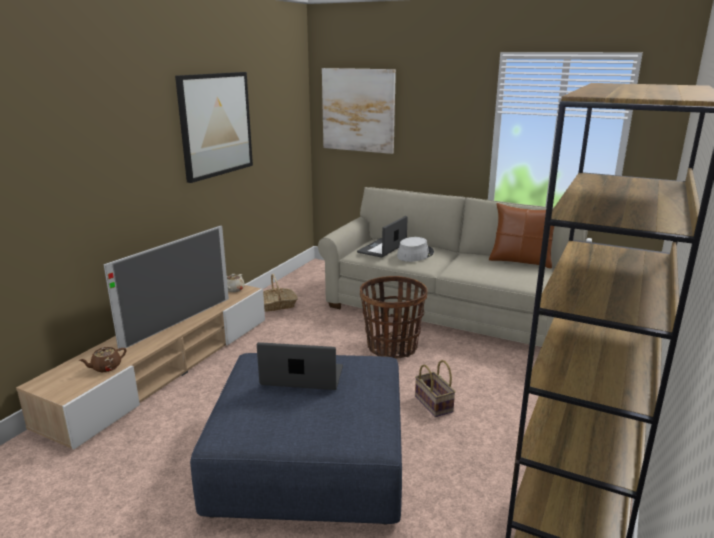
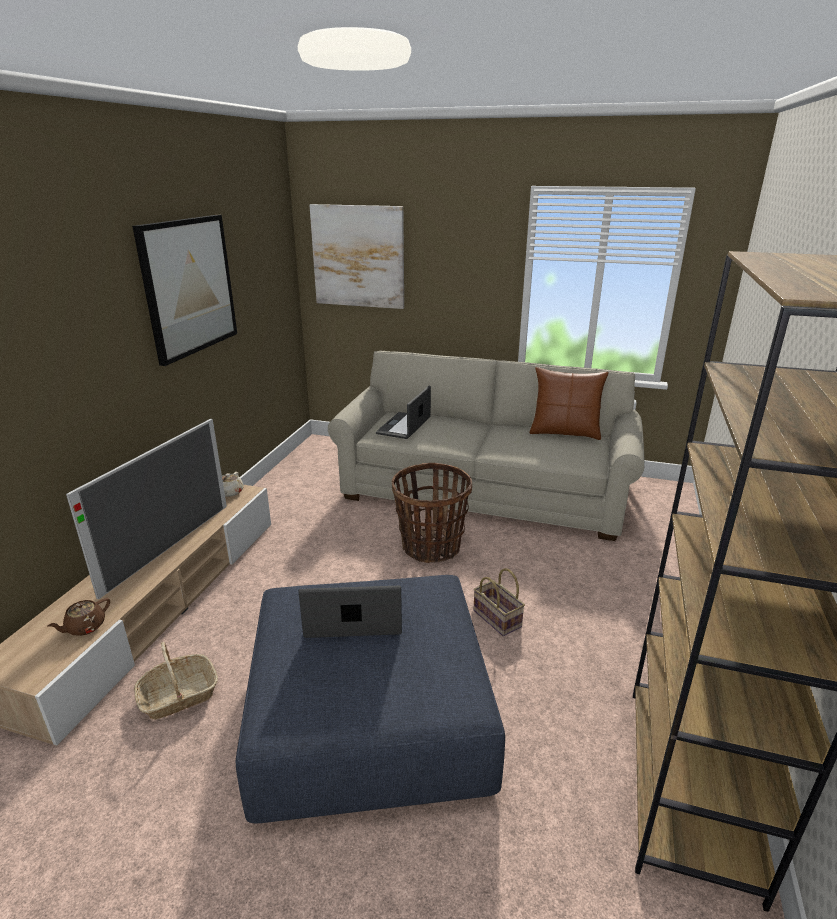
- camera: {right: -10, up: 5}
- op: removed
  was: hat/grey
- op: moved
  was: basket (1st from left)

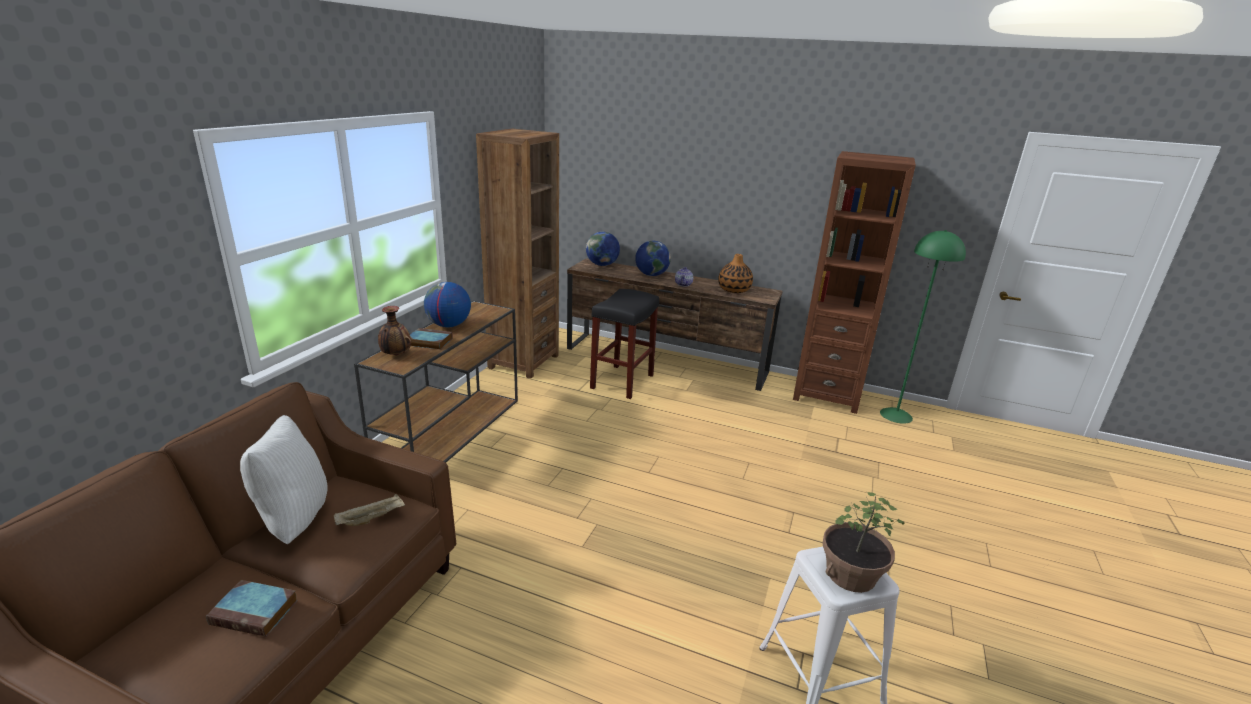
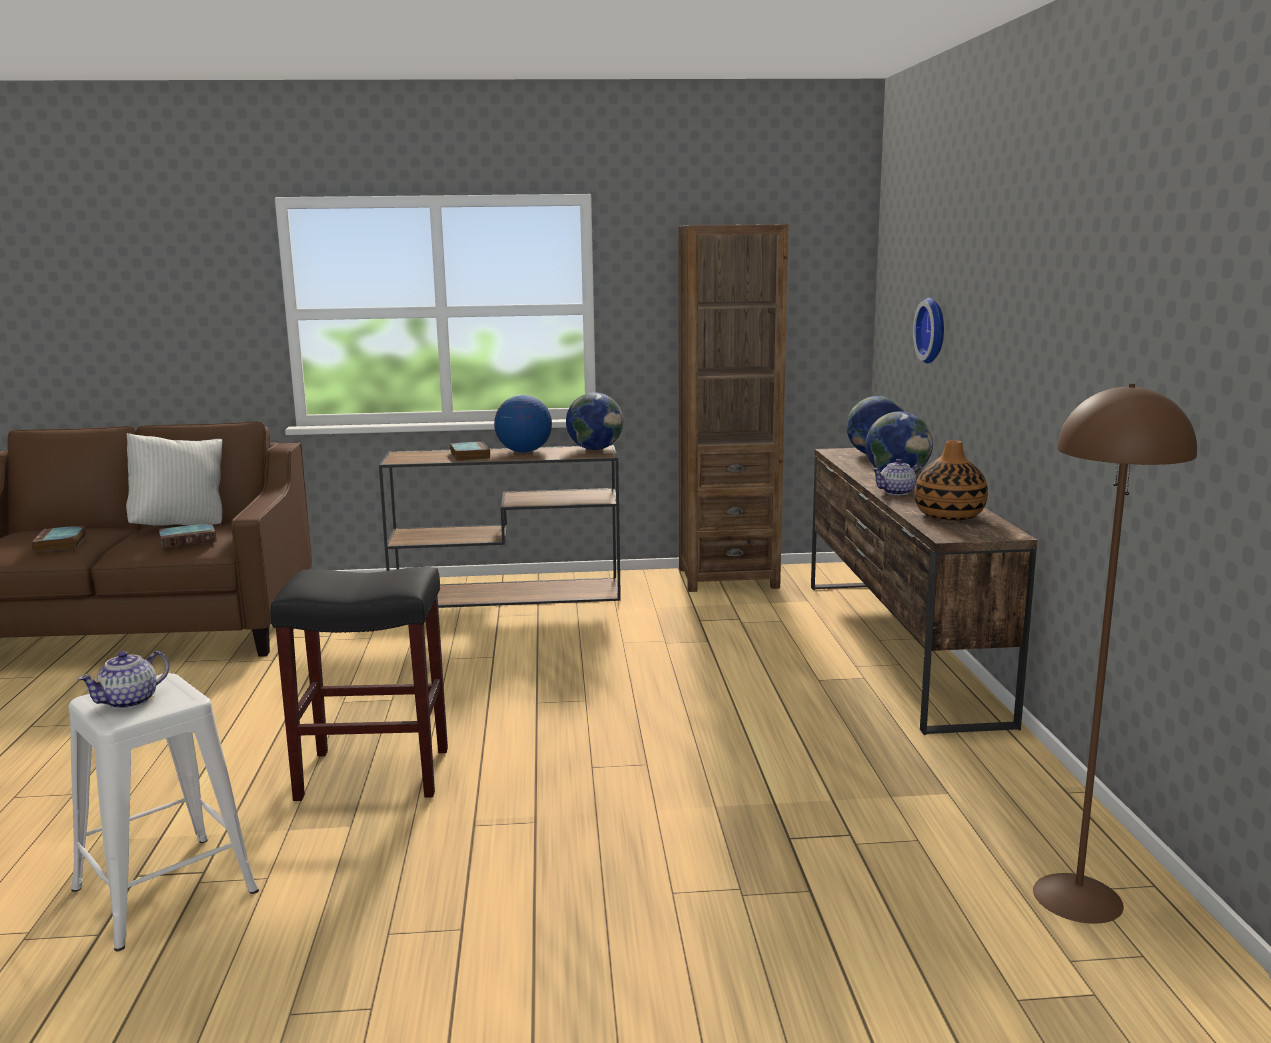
- camera: {right: 65, up: -10}
- op: removed
  was: bookcase/brown (2nd from left)
- op: recoloured
  was: floor lamp/green
  now: floor lamp/brown
- op: moved
  was: stool/black
- op: removed
  was: vase (1st from left)
- op: replaced
  was: potted plant
  now: teapot (1st from left)
- op: replaced
  was: tray/beige
  now: book (2nd from left)
- op: added
  now: wall clock
- op: added
  now: globe (2nd from left)

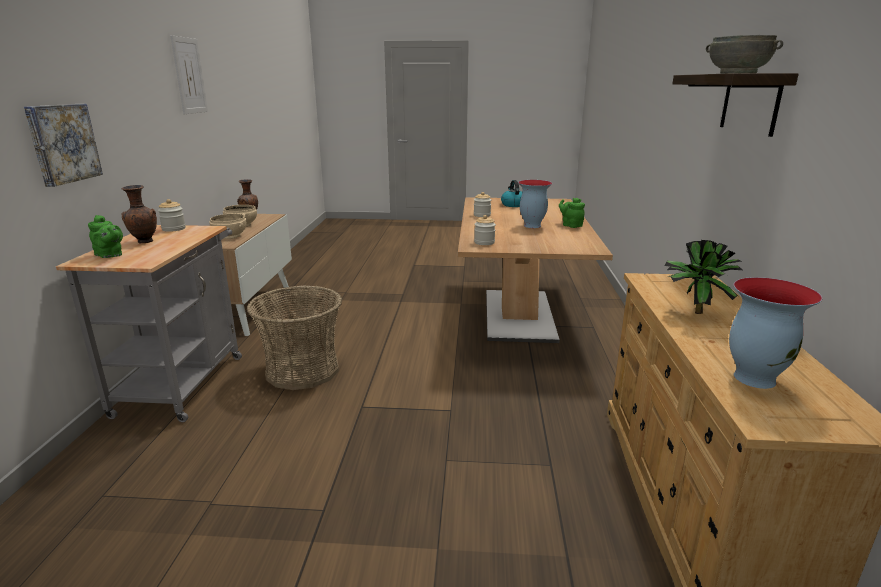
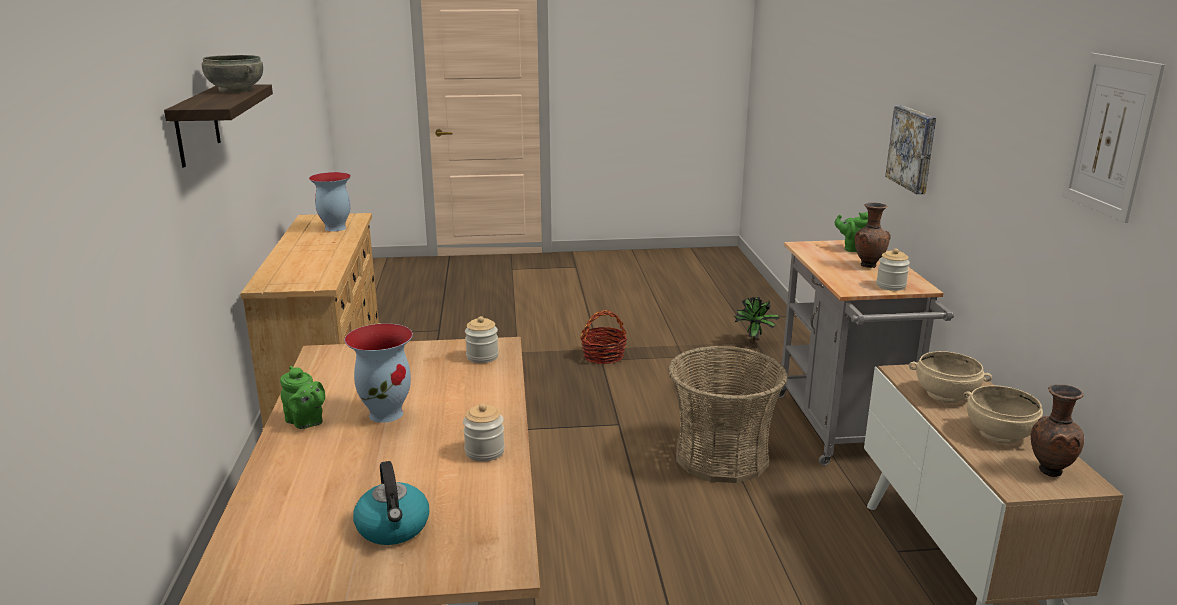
- camera: {right: 170, up: 0}
- op: moved
  was: potted plant
- op: added
  now: basket (1st from left)

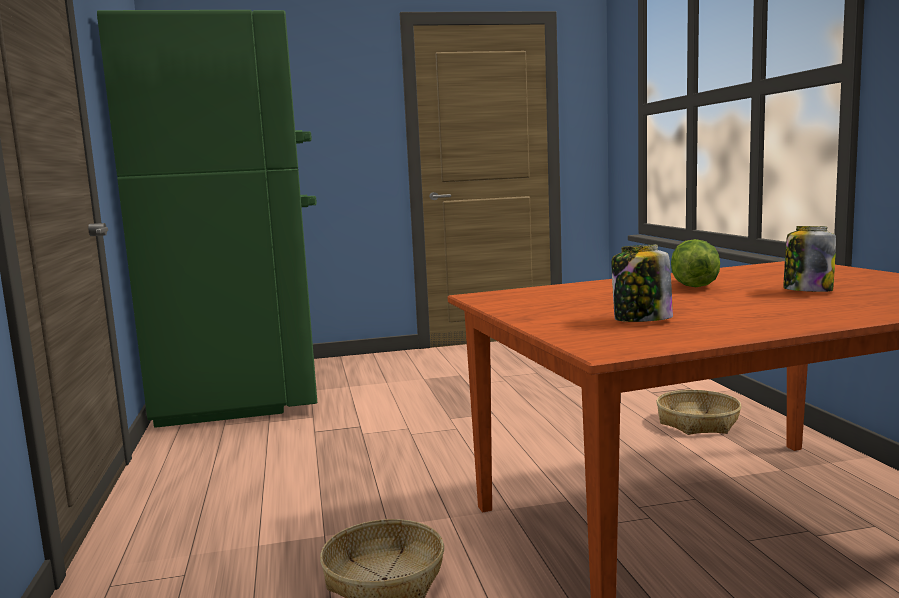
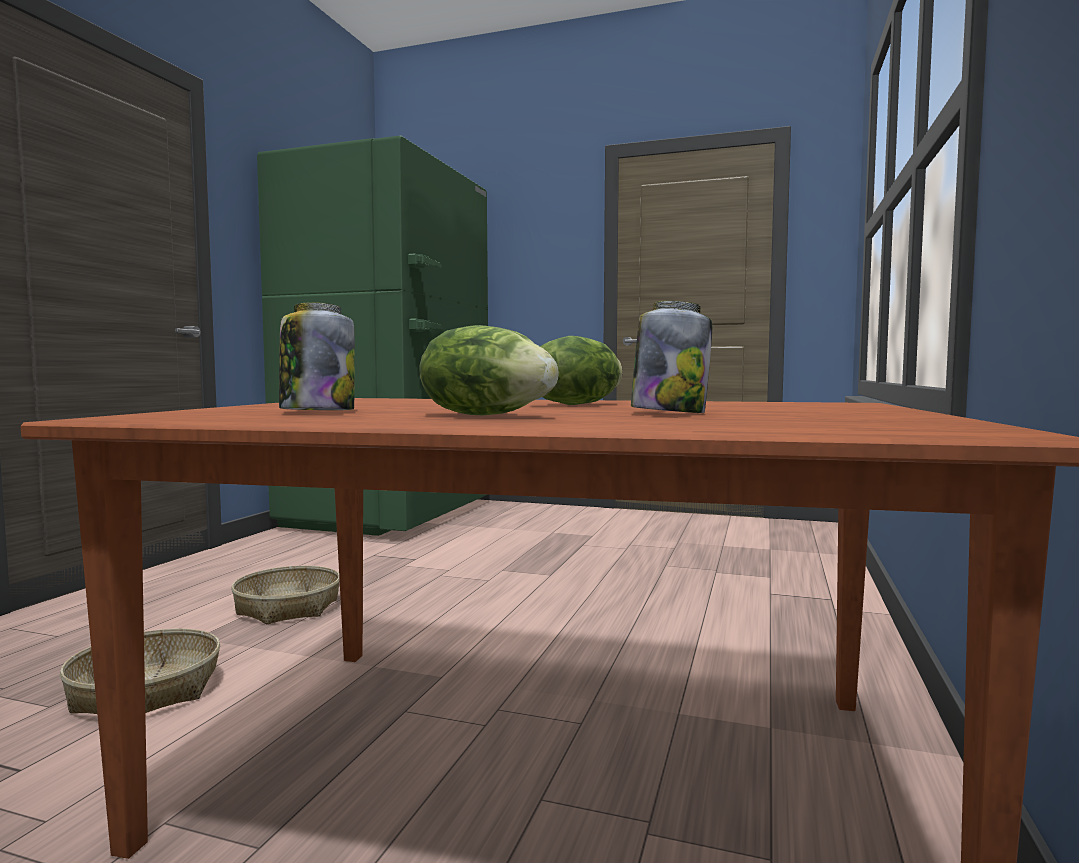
- camera: {right: 30, up: -5}
- op: moved
  was: basket (2nd from left)
- op: added
  now: lettuce (1st from left)

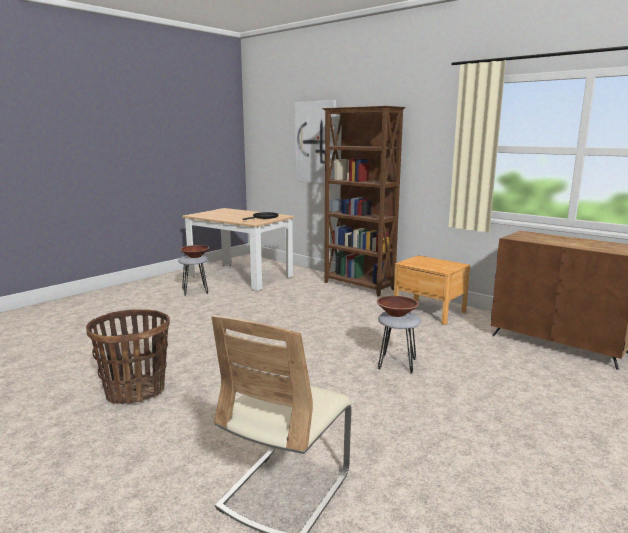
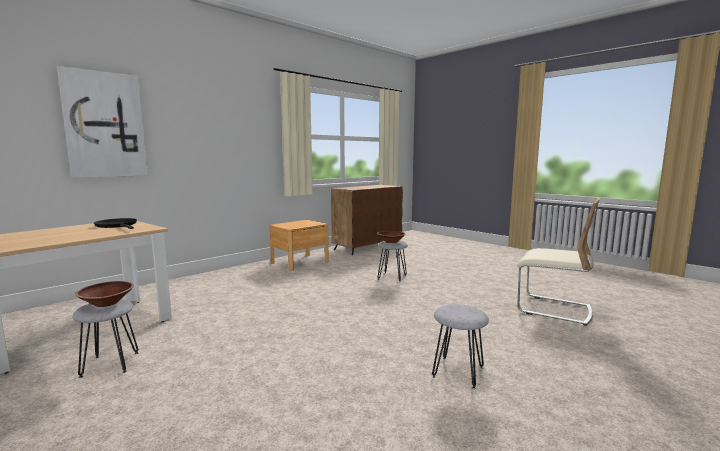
- camera: {right: -85, up: -5}
- op: removed
  was: bookcase/brown
- op: replaced
  was: basket
  now: stool/grey (3rd from left)

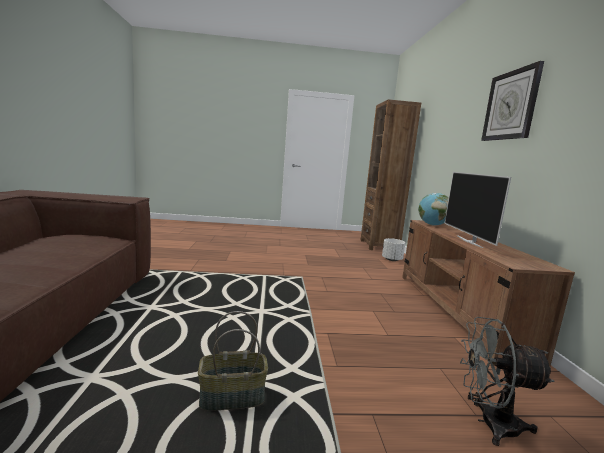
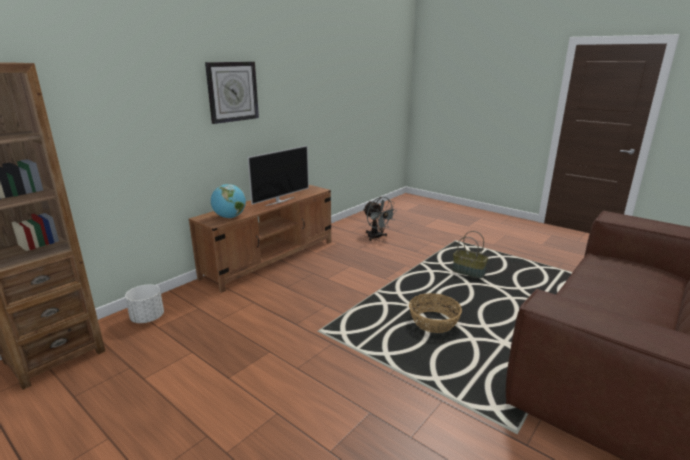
- camera: {right: -135, up: 10}
- op: added
  now: basket (1st from left)

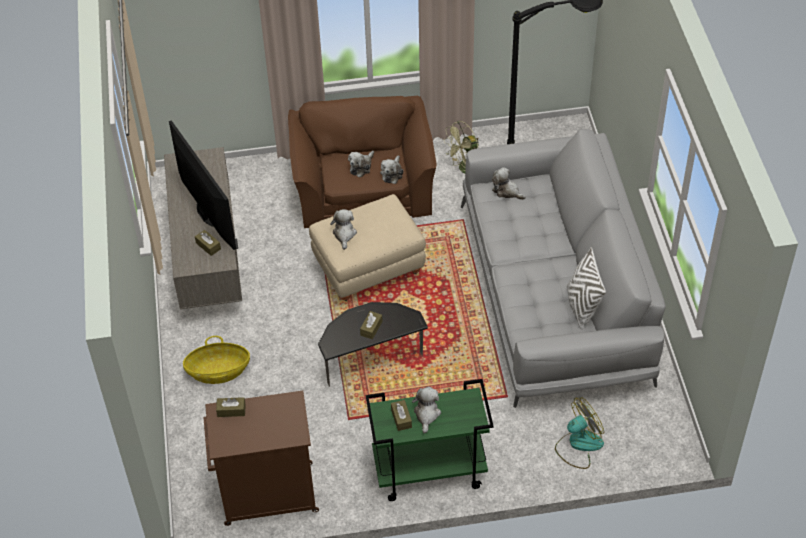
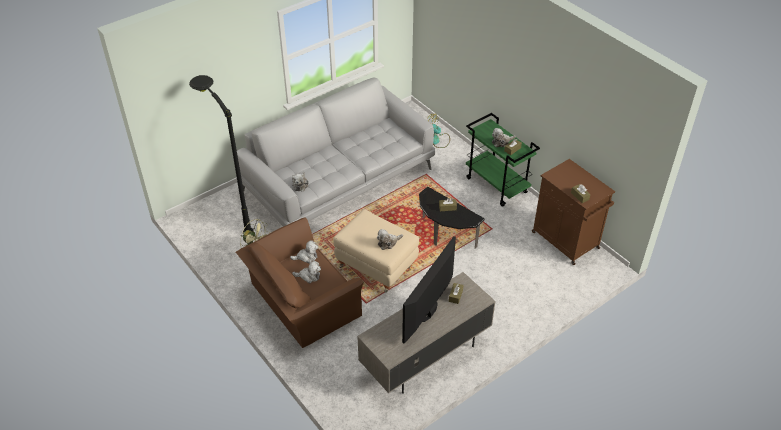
- camera: {right: -120, up: -5}
- op: removed
  was: pillow/white
- op: removed
  was: basket

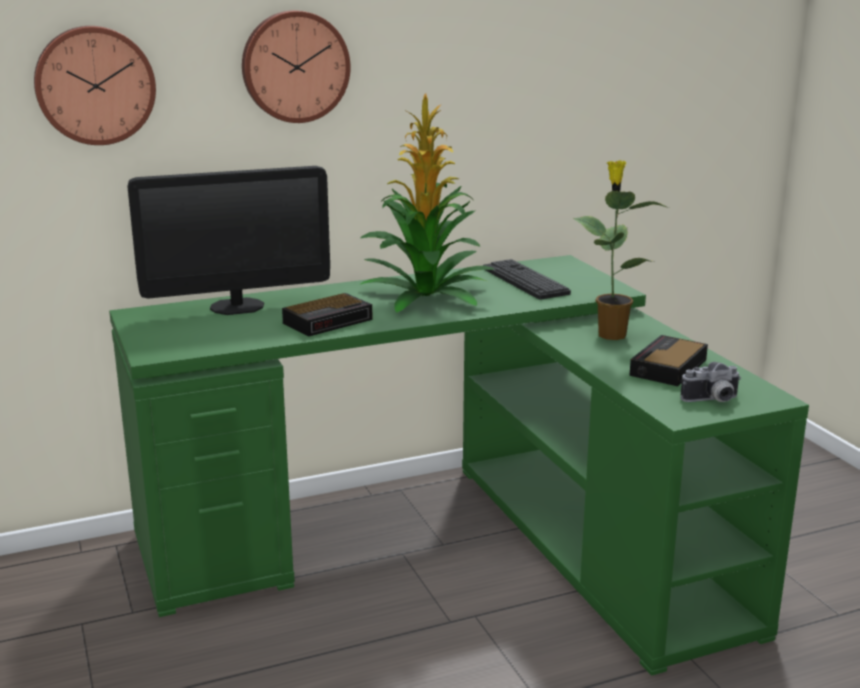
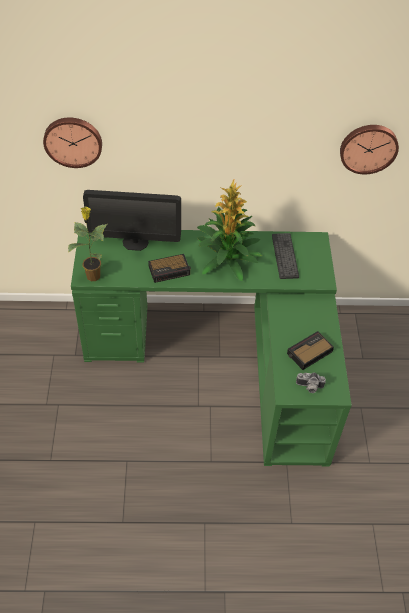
- camera: {right: 20, up: 30}
- op: moved
  was: wall clock (2nd from left)
- op: moved
  was: potted plant (2nd from left in the first image)
  now: potted plant (1st from left)

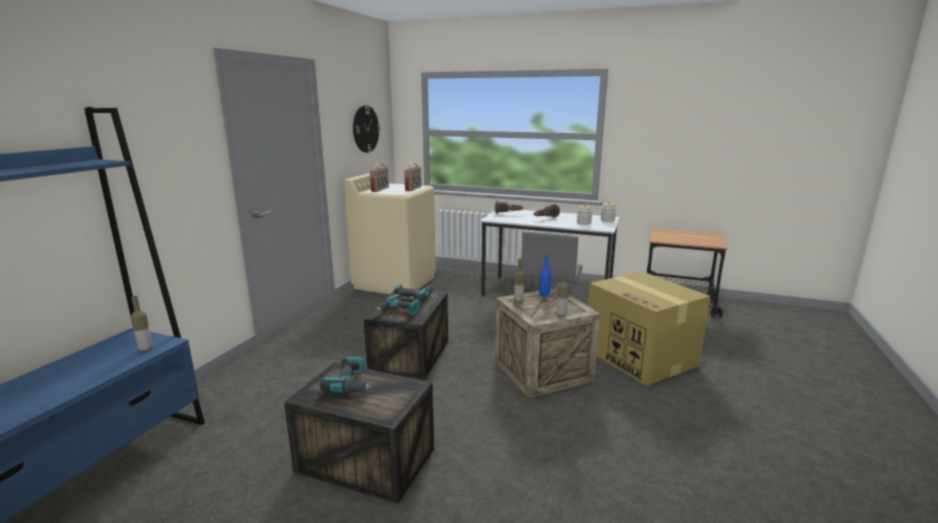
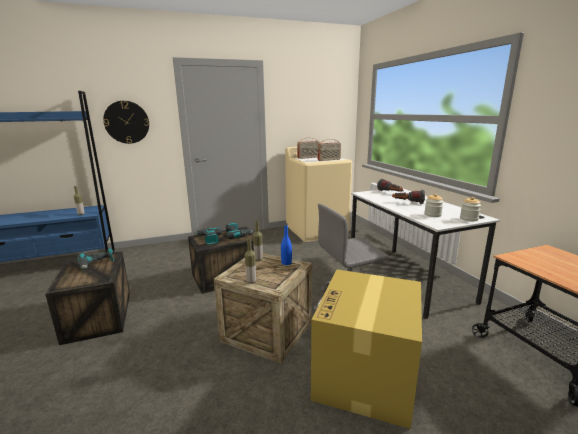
- camera: {right: 50, up: 0}
- op: moved
  was: wall clock

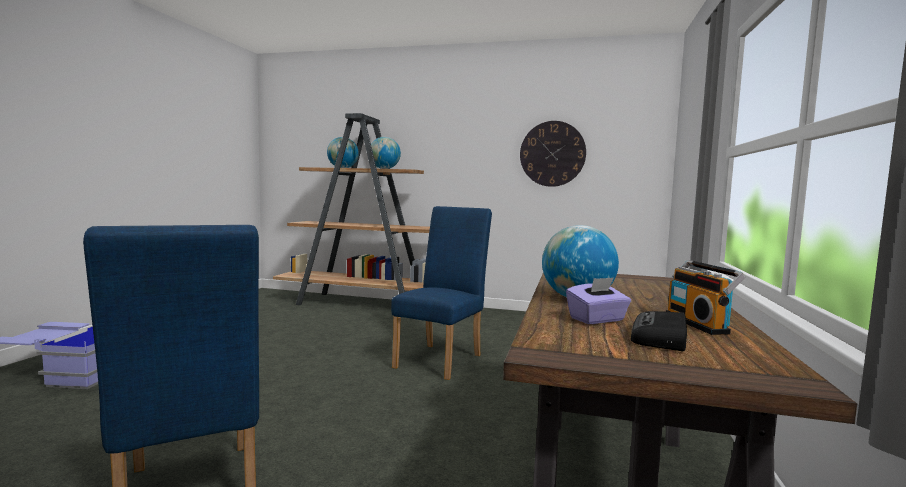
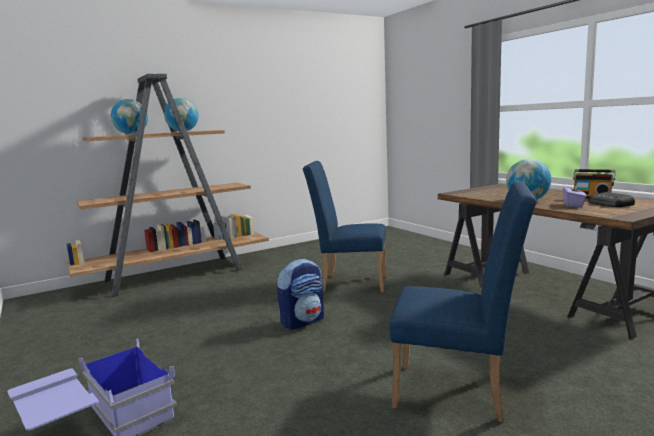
- camera: {right: -45, up: 5}
- op: removed
  was: wall clock
- op: turned
  was: chair/blue (2nd from left in the first image)
  clockwise: -60
- op: added
  now: backpack

